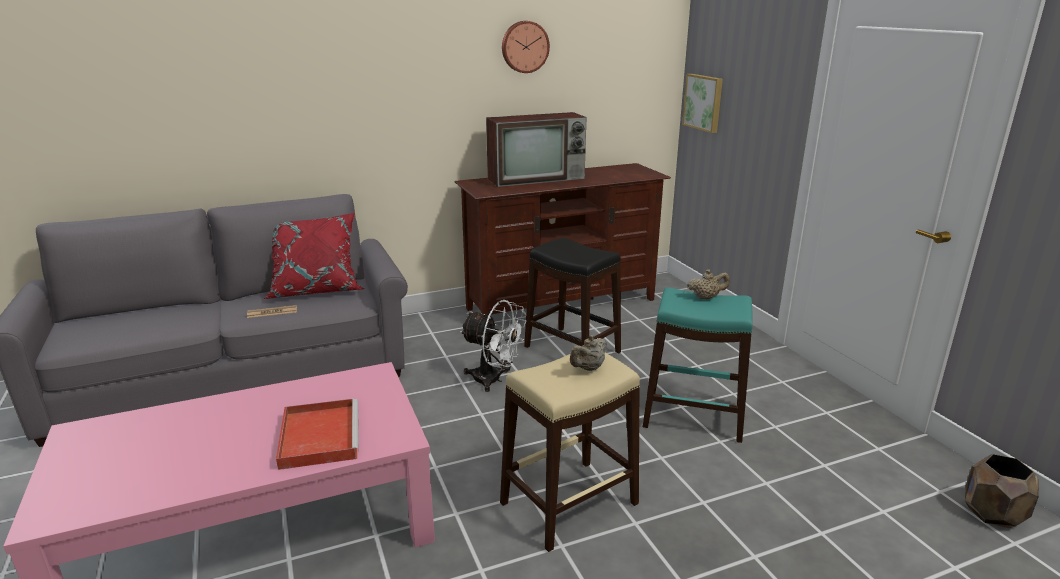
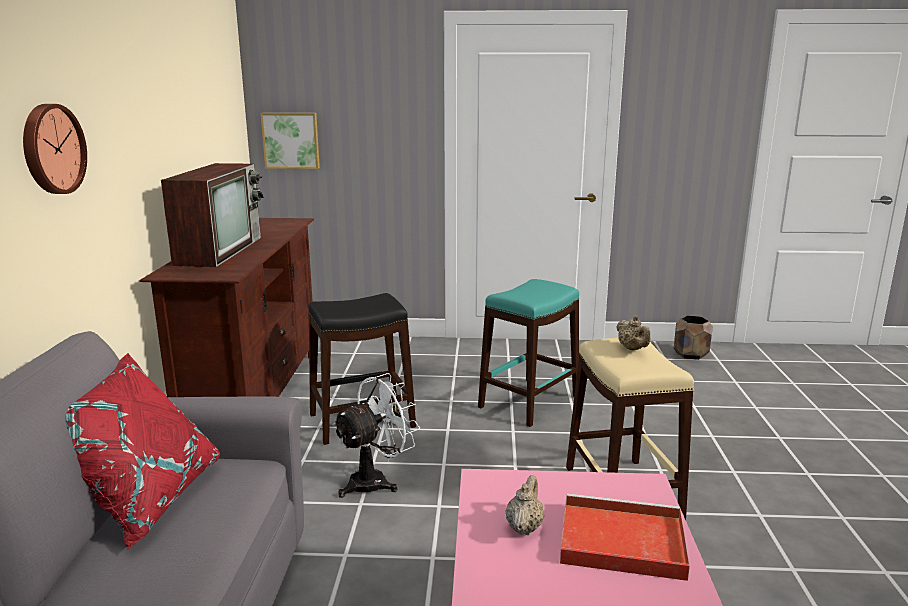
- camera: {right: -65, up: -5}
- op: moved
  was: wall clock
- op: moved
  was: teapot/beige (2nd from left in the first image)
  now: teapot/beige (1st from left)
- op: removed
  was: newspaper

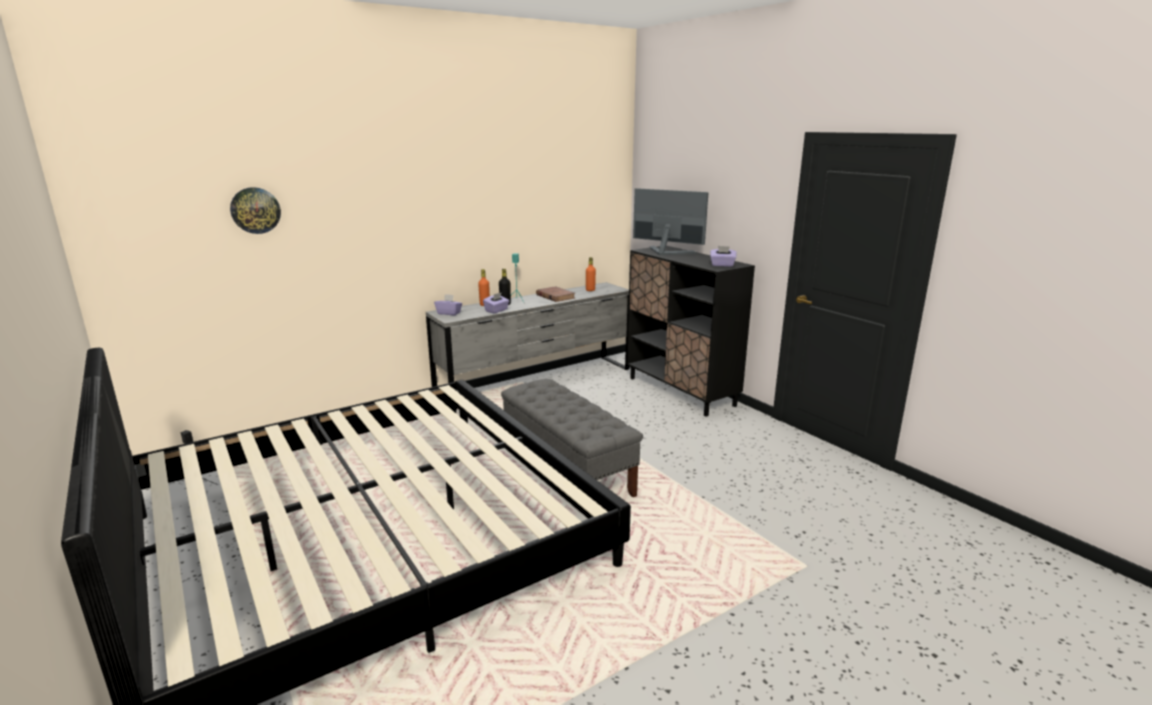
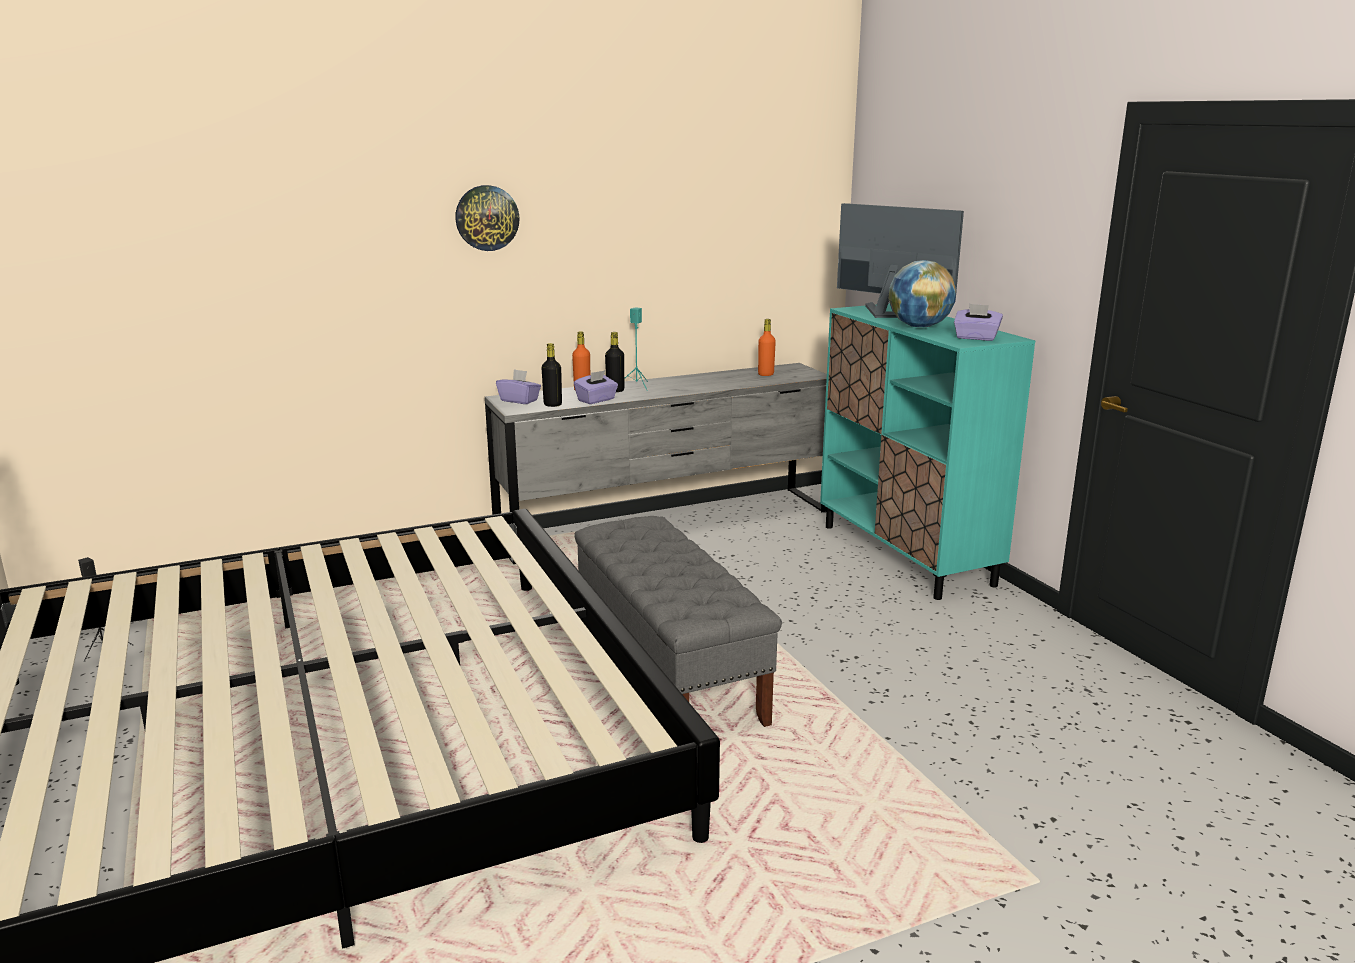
- camera: {right: 10, up: 0}
- op: moved
  was: wall clock
- op: recoloured
  was: cabinet/black
  now: cabinet/turquoise
- op: removed
  was: book/brown
- op: added
  now: globe
- op: added
  now: bottle/black (1st from left)

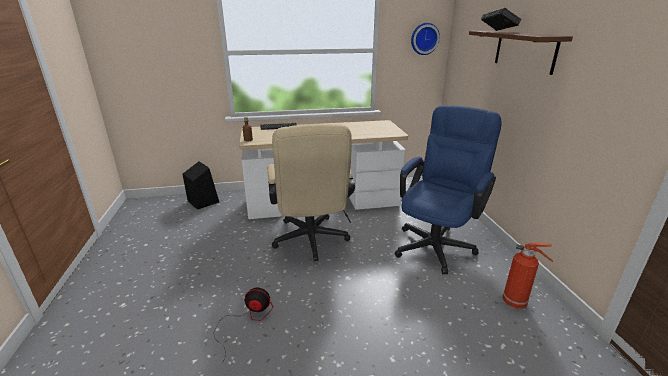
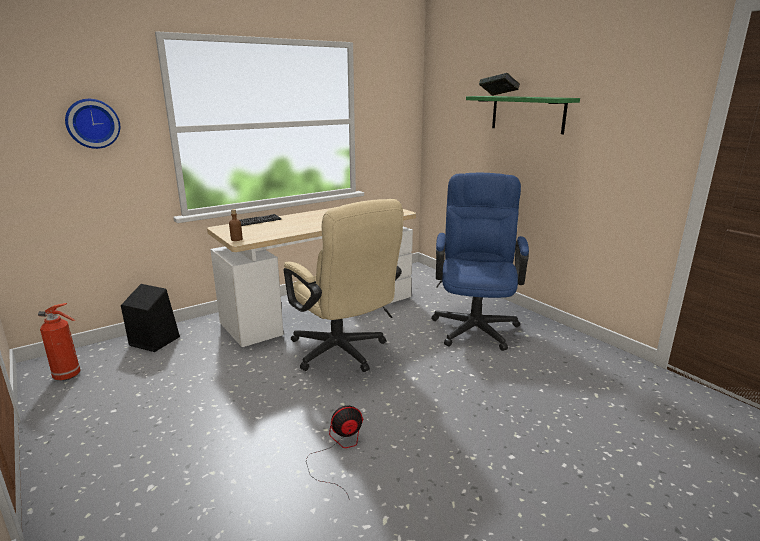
- camera: {right: -25, up: -5}
- op: moved
  was: wall clock
- op: recoloured
  was: shelf/brown
  now: shelf/green
- op: moved
  was: fire extinguisher

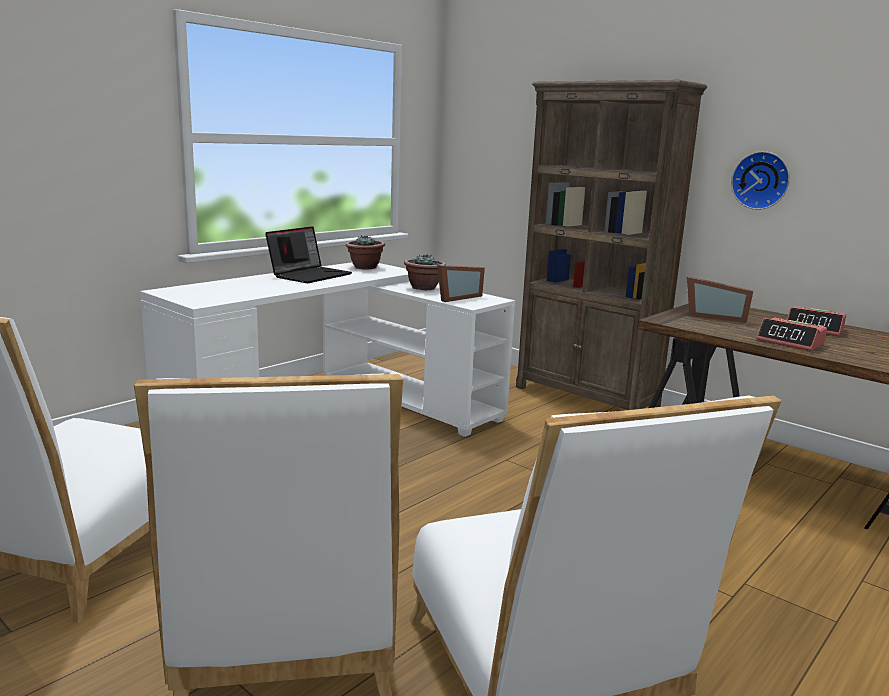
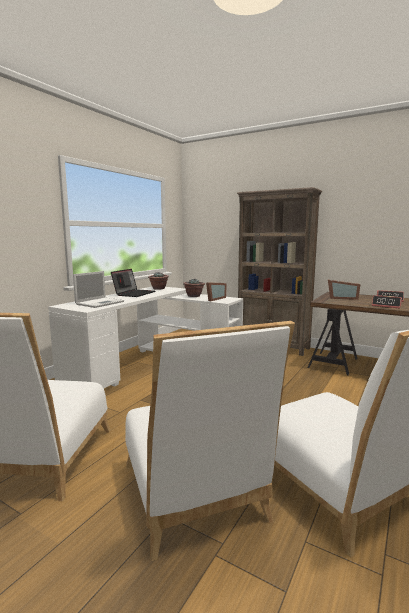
- camera: {right: -10, up: -5}
- op: removed
  was: wall clock
- op: added
  now: laptop (1st from left)

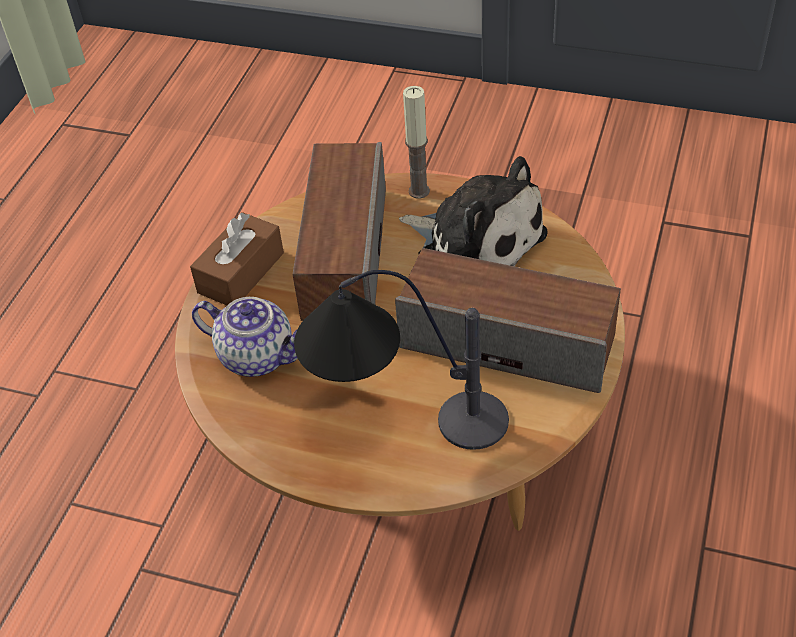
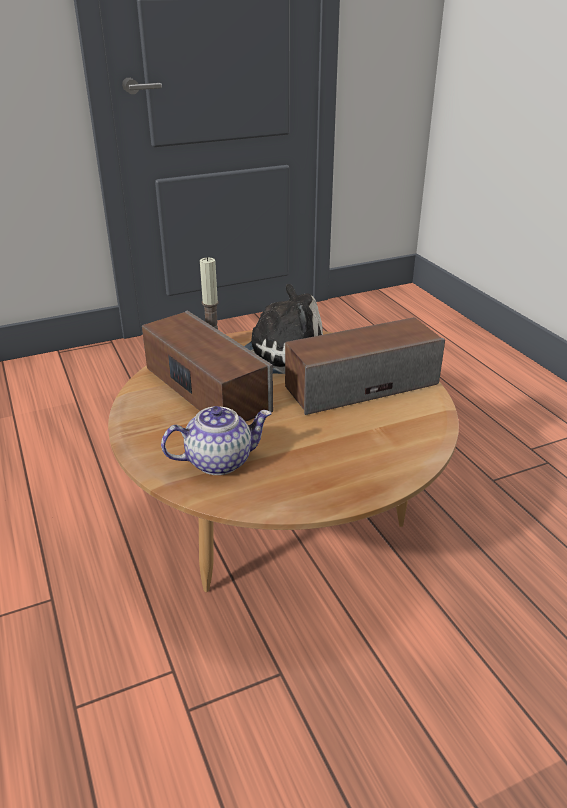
- camera: {right: -45, up: -15}
- op: removed
  was: tissue box/brown
- op: removed
  was: table lamp

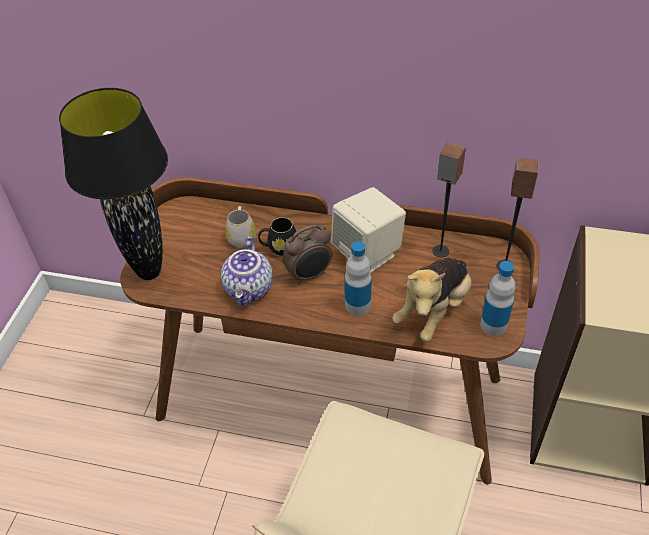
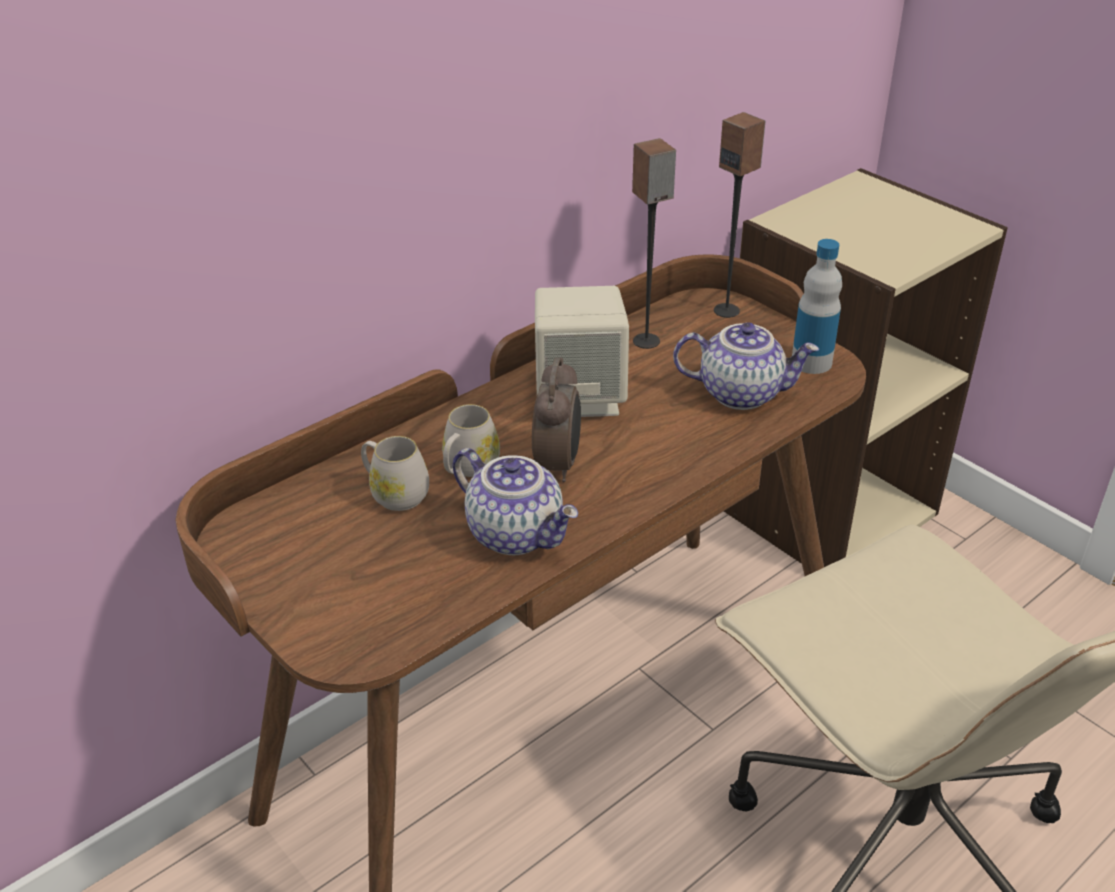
- camera: {right: -55, up: -10}
- op: removed
  was: table lamp/black
- op: recoloured
  was: mug/black
  now: mug/white (2nd from left)
- op: removed
  was: bottle (1st from left)
- op: replaced
  was: plush toy
  now: teapot (2nd from left)

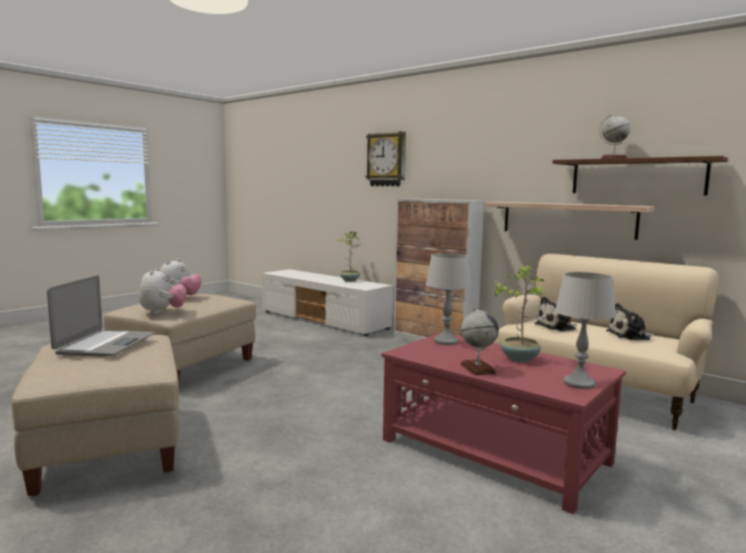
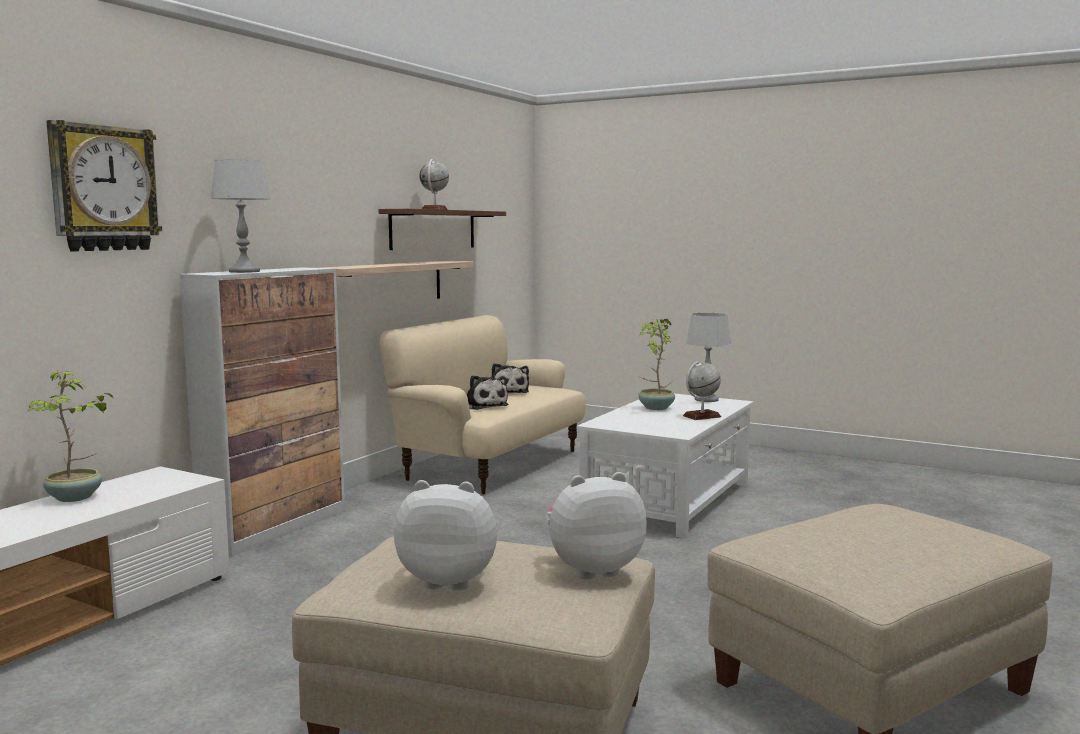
- camera: {right: -100, up: 0}
- op: moved
  was: table lamp/grey (1st from left)
- op: removed
  was: laptop
- op: recoloured
  was: coffee table/red
  now: coffee table/white

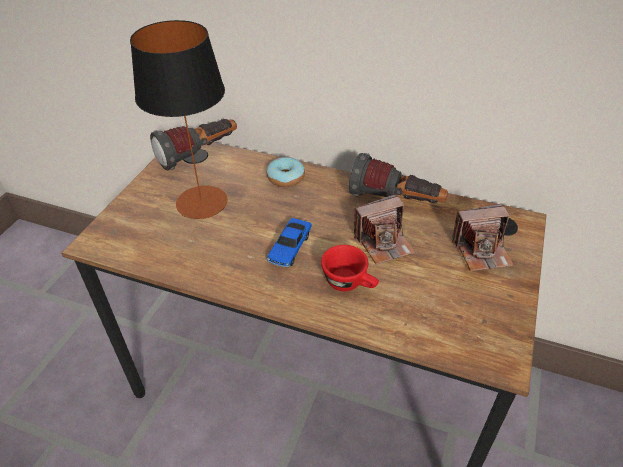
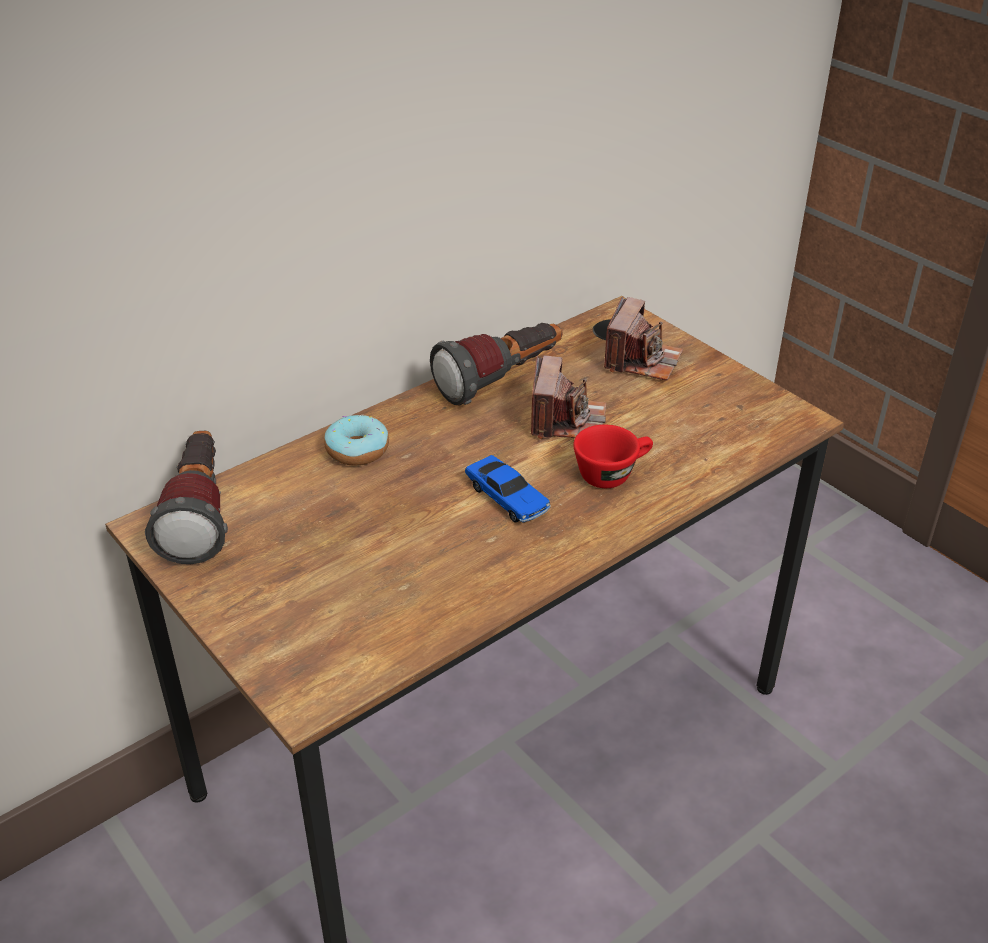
- camera: {right: -60, up: -5}
- op: removed
  was: table lamp

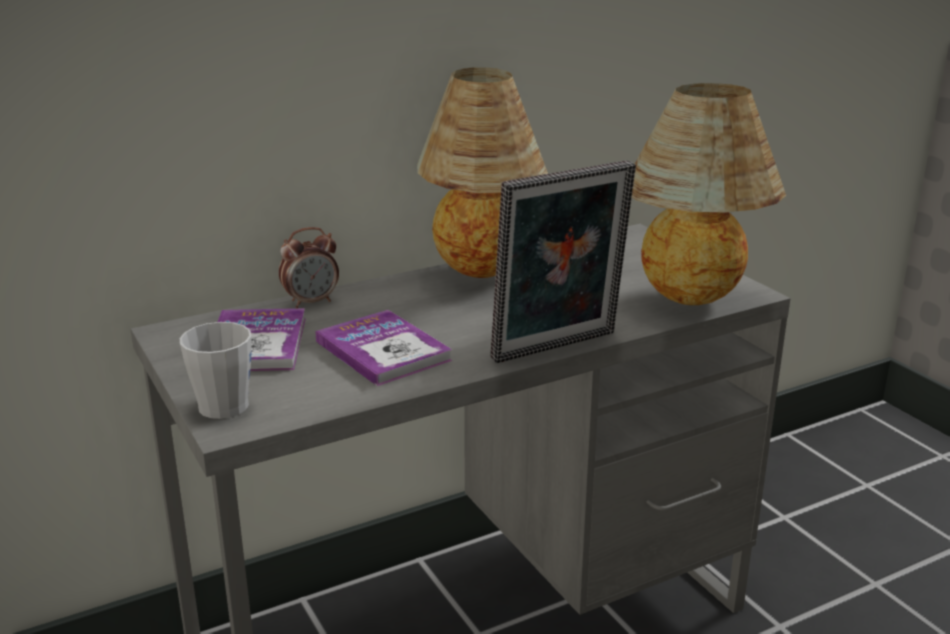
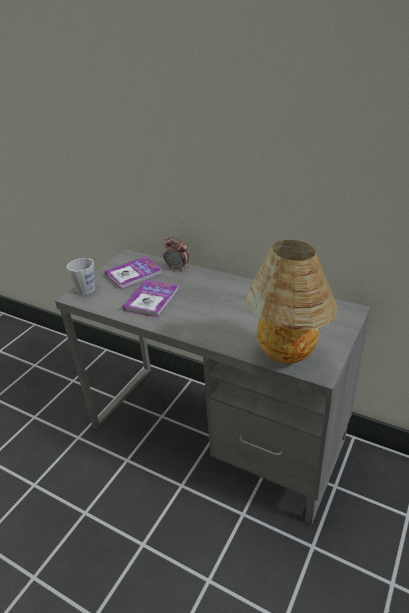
- camera: {right: 60, up: 10}
- op: removed
  was: table lamp (1st from left)
- op: removed
  was: picture frame

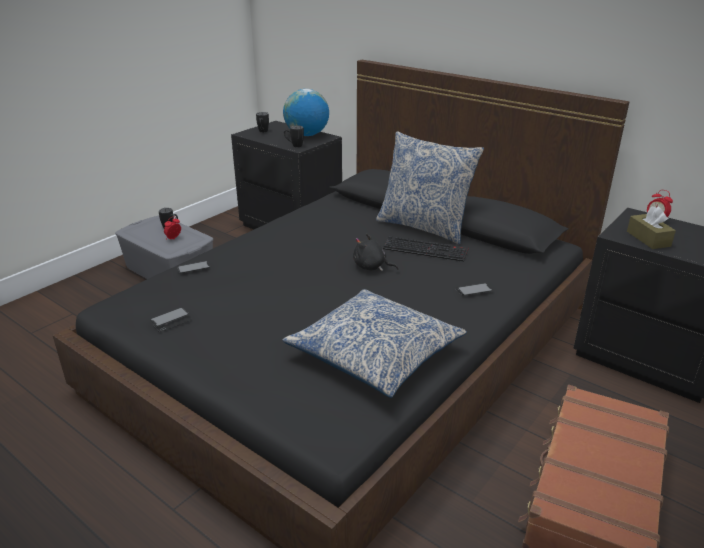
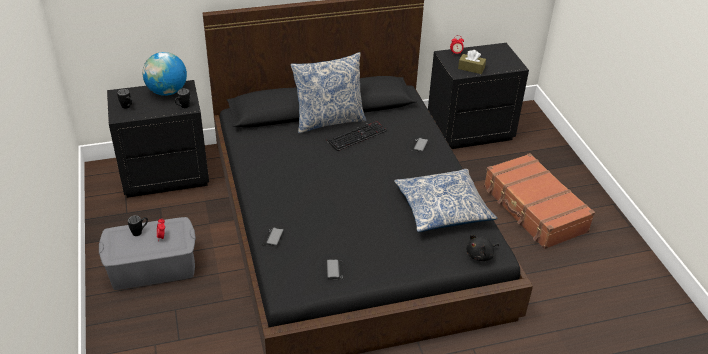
- camera: {right: -55, up: 10}
- op: moved
  was: plush toy/black

